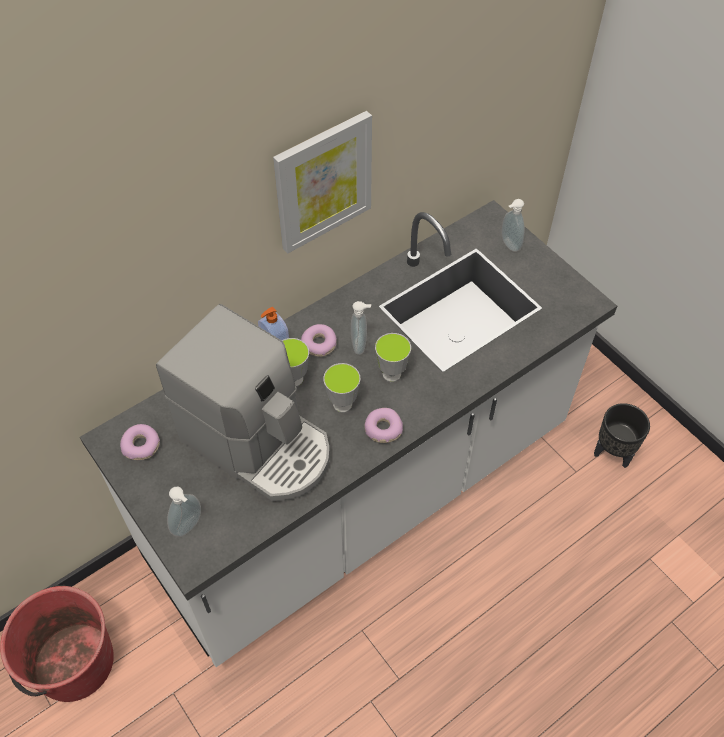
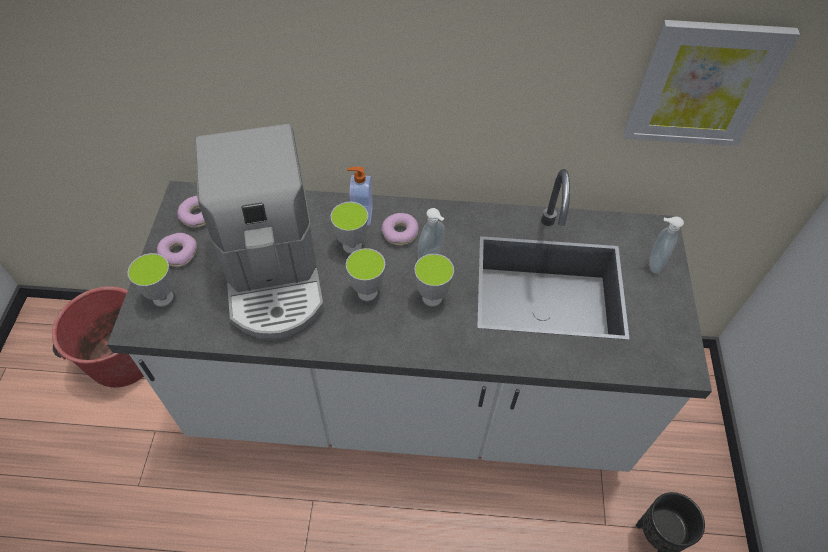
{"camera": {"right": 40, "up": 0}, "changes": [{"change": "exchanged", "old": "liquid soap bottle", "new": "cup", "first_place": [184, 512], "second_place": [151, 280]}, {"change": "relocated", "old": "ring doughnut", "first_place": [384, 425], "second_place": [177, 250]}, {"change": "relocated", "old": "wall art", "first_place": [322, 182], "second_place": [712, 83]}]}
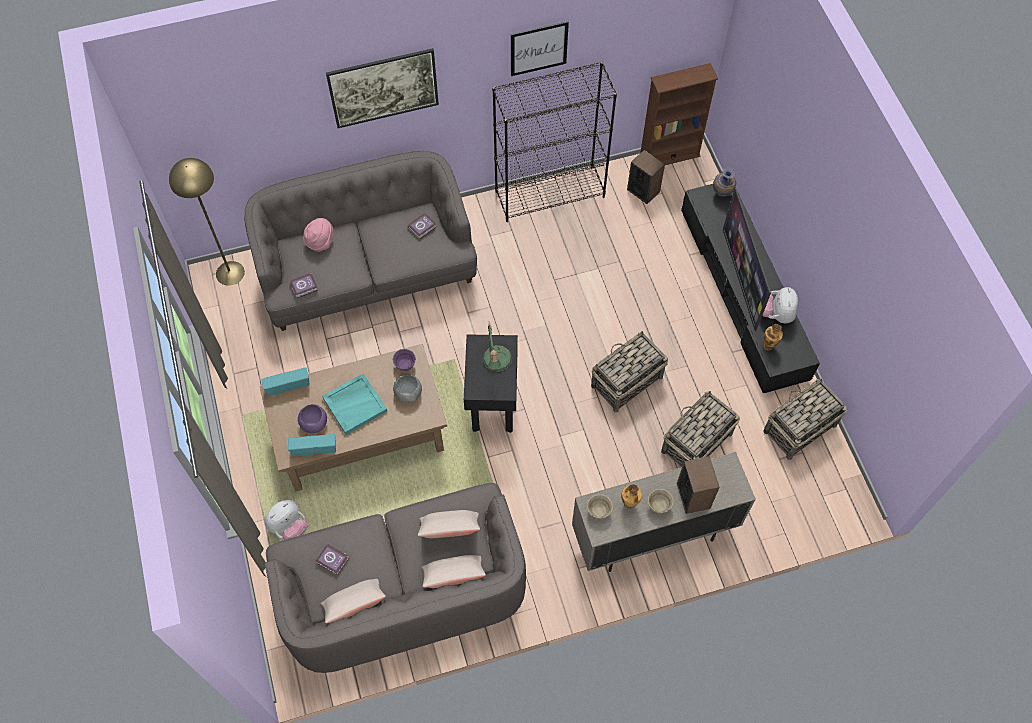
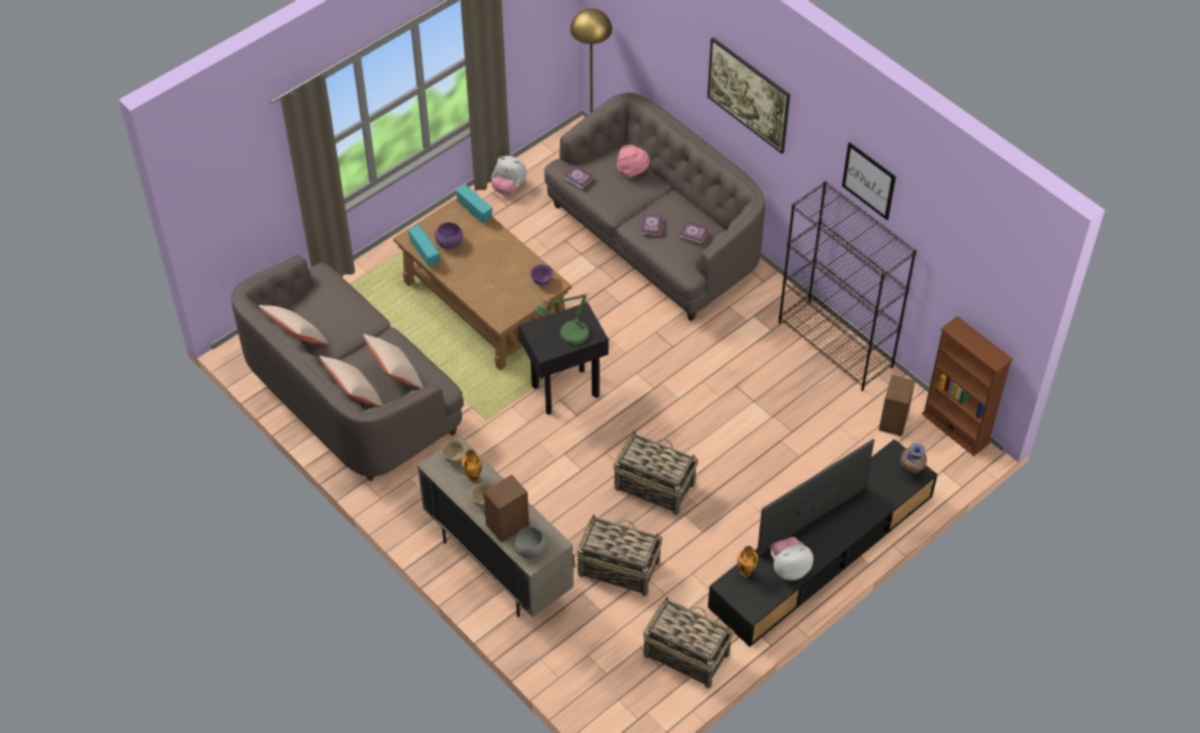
{"camera": {"right": 65, "up": -10}, "changes": [{"change": "relocated", "old": "plush toy", "first_place": [286, 520], "second_place": [509, 175]}, {"change": "relocated", "old": "grey deep dish", "first_place": [407, 389], "second_place": [529, 542]}, {"change": "relocated", "old": "volume", "first_place": [332, 559], "second_place": [652, 226]}, {"change": "missing", "old": "turquoise serving tray", "first_place": [354, 404]}]}
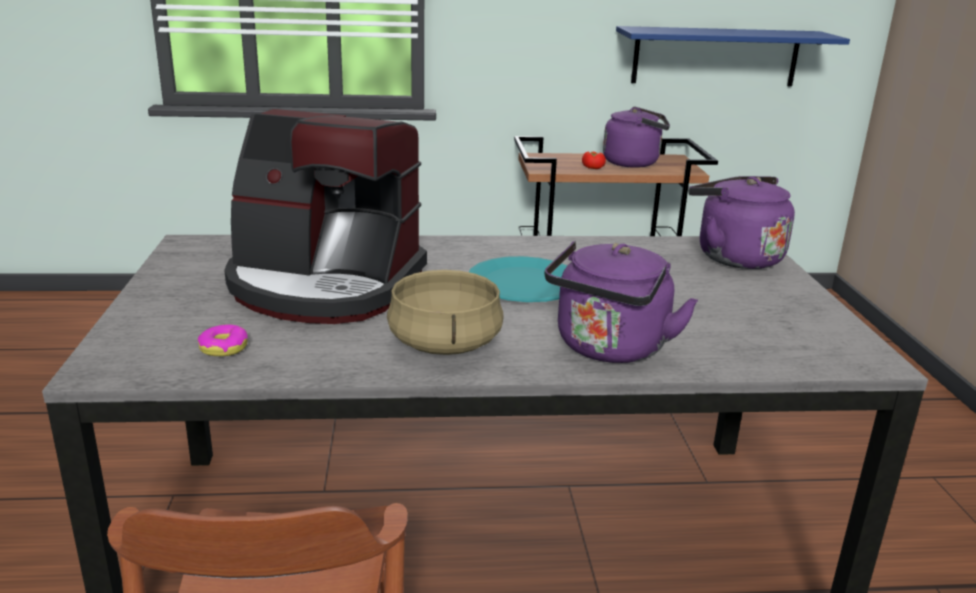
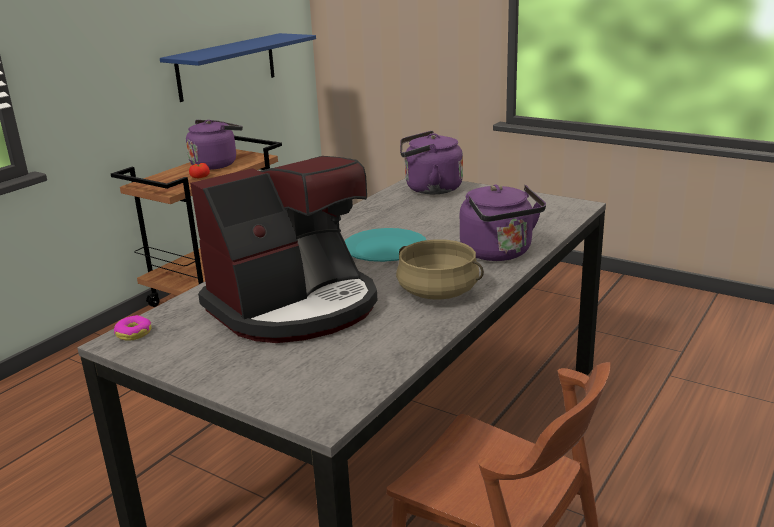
{"camera": {"right": -50, "up": 0}, "changes": [{"change": "relocated", "old": "ring doughnut", "first_place": [223, 340], "second_place": [132, 328]}]}
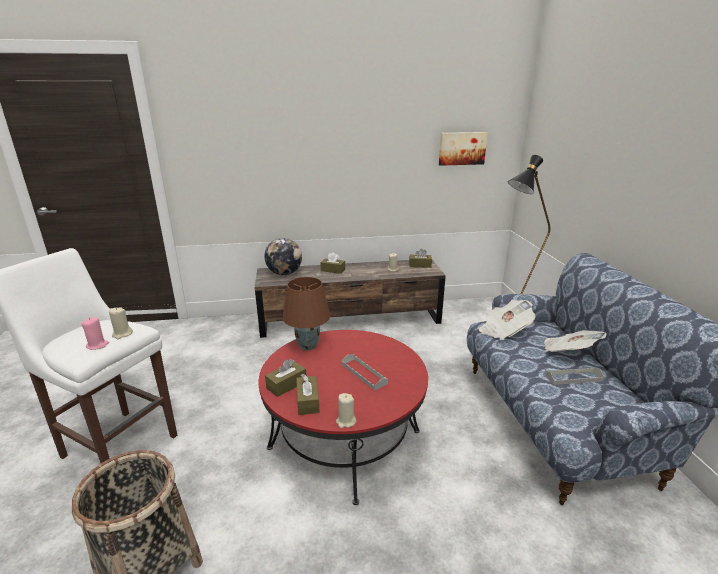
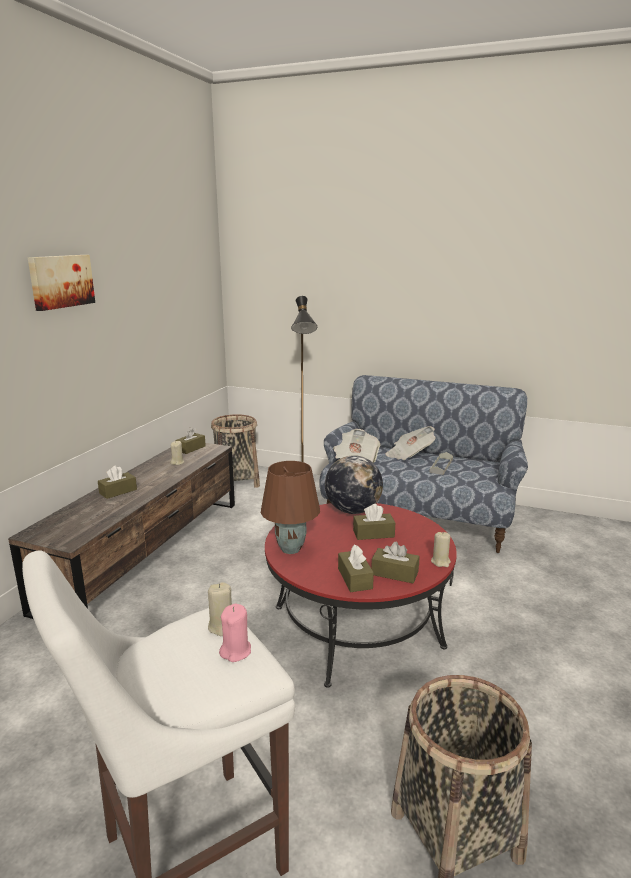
{"camera": {"right": -60, "up": -5}, "changes": [{"change": "relocated", "old": "wall art", "first_place": [463, 149], "second_place": [61, 283]}, {"change": "appeared", "new": "basket", "second_place": [235, 451]}, {"change": "relocated", "old": "world globe", "first_place": [283, 256], "second_place": [354, 484]}, {"change": "exchanged", "old": "grey serving tray", "new": "brown-coloured tissue holder", "first_place": [365, 372], "second_place": [374, 522]}]}
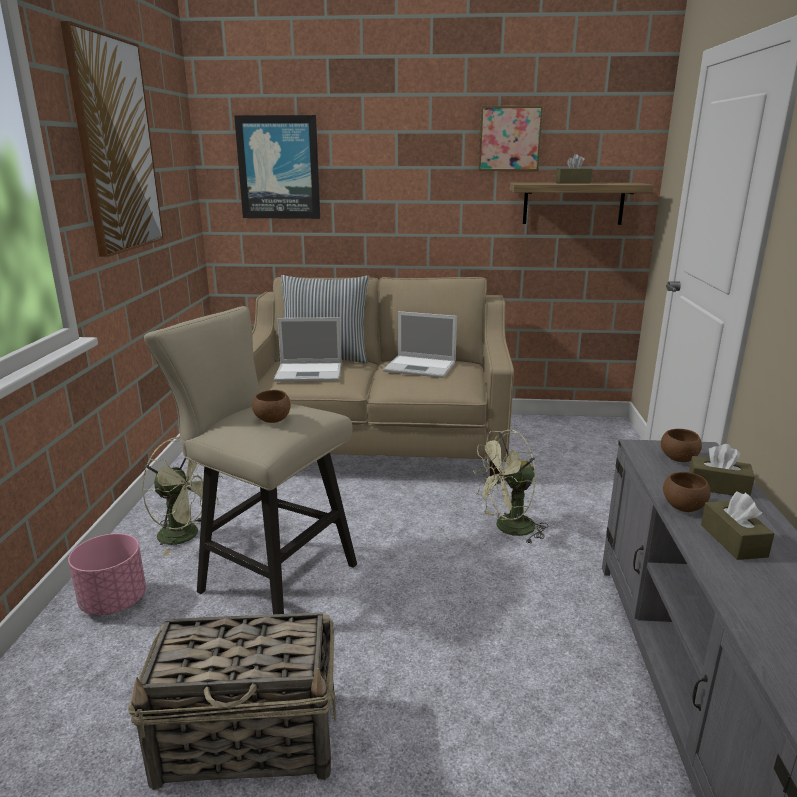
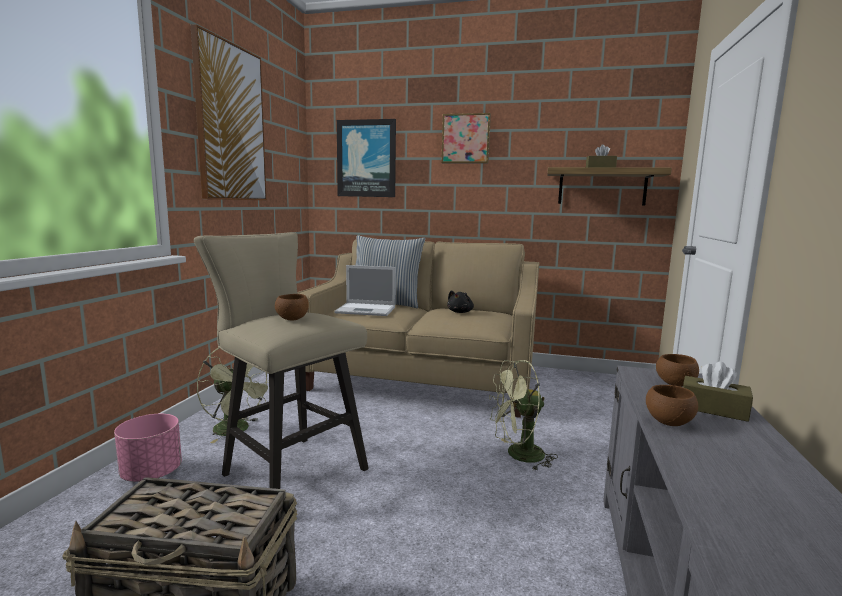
{"camera": {"right": 10, "up": -10}, "changes": [{"change": "relocated", "old": "wall art", "first_place": [510, 138], "second_place": [466, 138]}, {"change": "exchanged", "old": "portable computer", "new": "black plush toy", "first_place": [420, 344], "second_place": [460, 301]}, {"change": "missing", "old": "brown-coloured tissue holder", "first_place": [738, 525]}]}
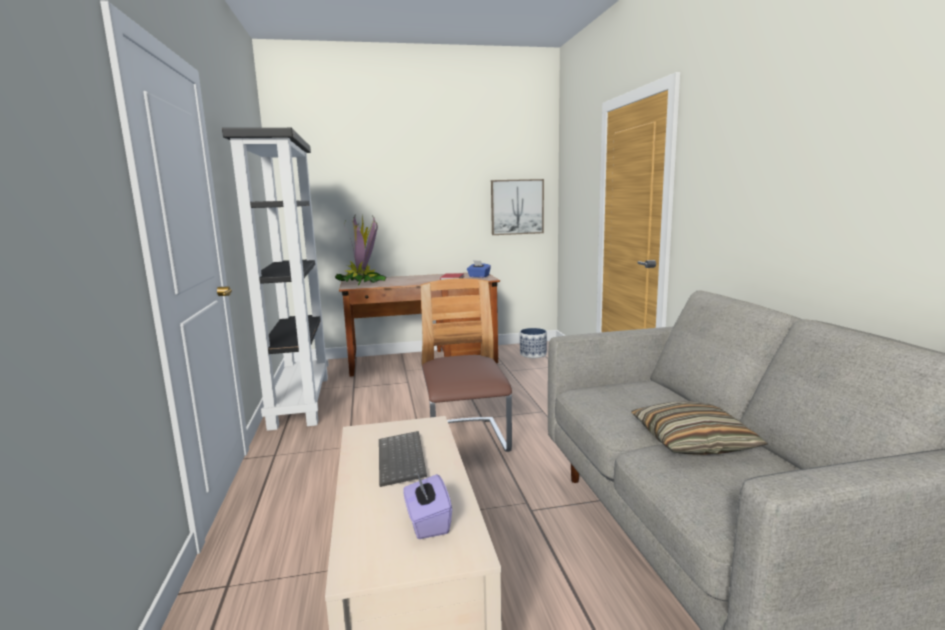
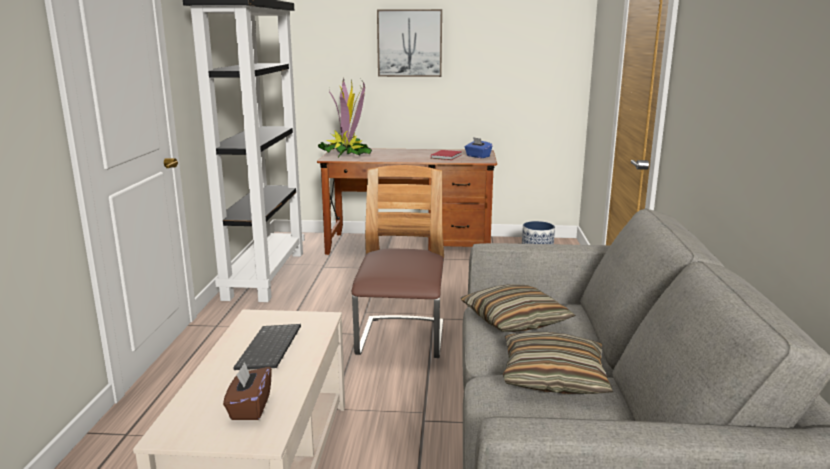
{"camera": {"right": 15, "up": 5}, "changes": [{"change": "colour", "old": "purple-coloured tissue holder", "new": "brown-coloured tissue holder", "first_place": [427, 506], "second_place": [247, 391]}, {"change": "relocated", "old": "wall art", "first_place": [517, 207], "second_place": [409, 43]}, {"change": "appeared", "new": "throw pillow", "second_place": [518, 308]}]}
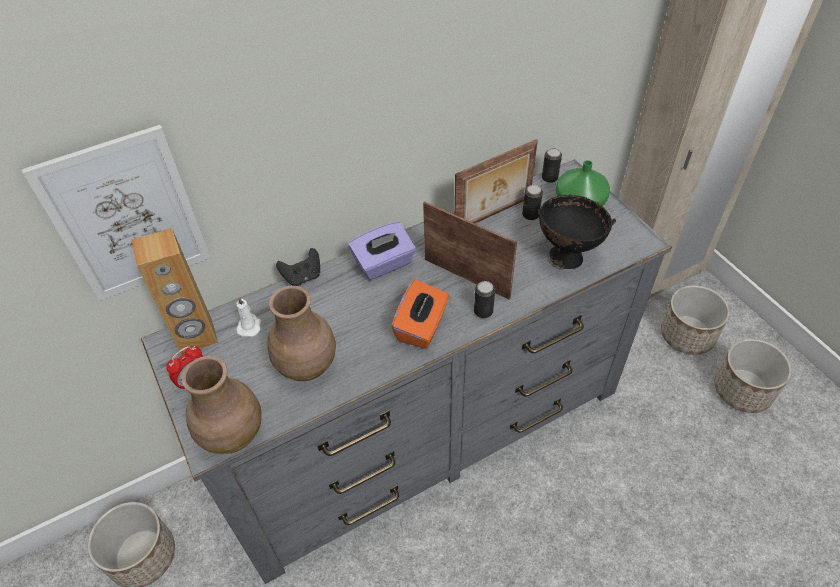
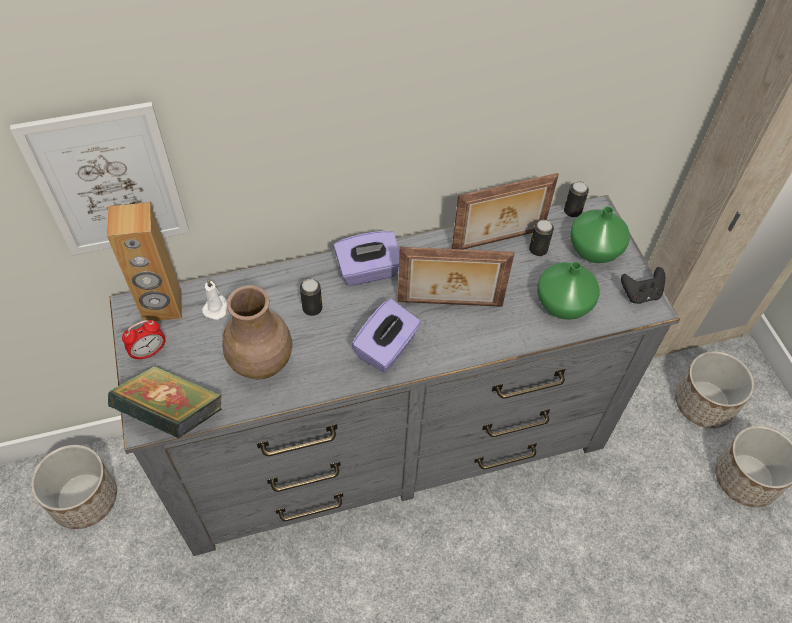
{"camera": {"right": 10, "up": 5}, "changes": [{"change": "exchanged", "old": "brown-coloured flower vase", "new": "volume", "first_place": [222, 405], "second_place": [165, 402]}, {"change": "relocated", "old": "metal can", "first_place": [484, 299], "second_place": [311, 297]}, {"change": "colour", "old": "orange-coloured tissue holder", "new": "purple-coloured tissue holder", "first_place": [420, 314], "second_place": [386, 336]}, {"change": "spun", "old": "photo frame", "first_place": [470, 250], "second_place": [456, 277], "degrees": 135}, {"change": "exchanged", "old": "black deep dish", "new": "green-coloured flower vase", "first_place": [577, 232], "second_place": [568, 291]}, {"change": "relocated", "old": "black game controller", "first_place": [298, 267], "second_place": [643, 285]}]}
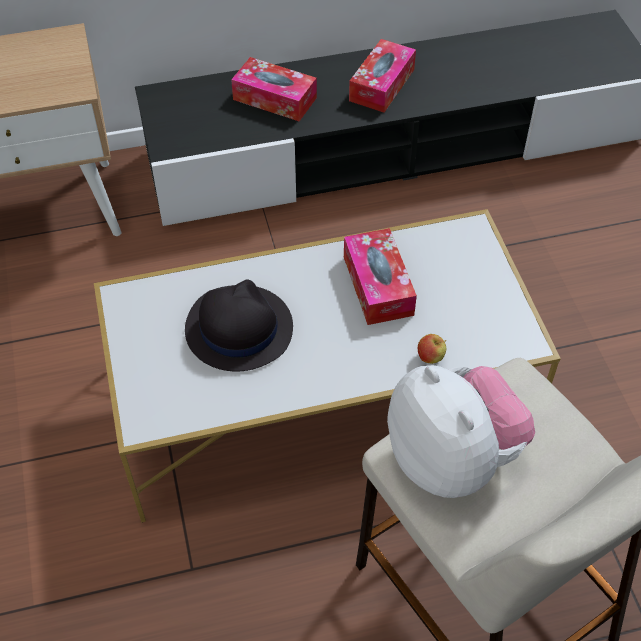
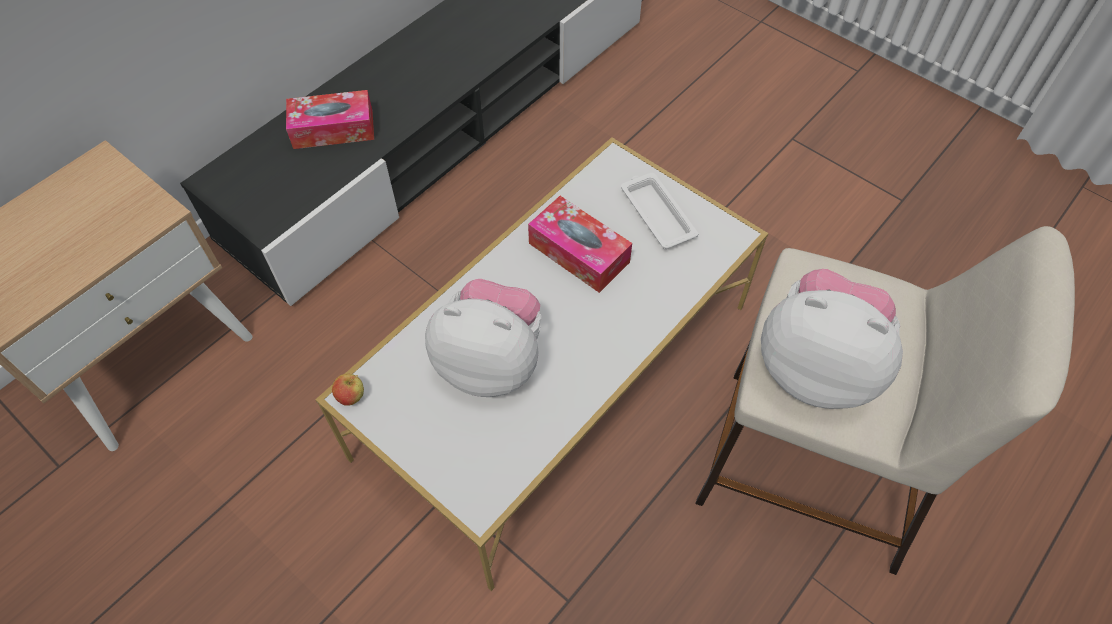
{"camera": {"right": -35, "up": 5}, "changes": [{"change": "relocated", "old": "apple", "first_place": [432, 349], "second_place": [348, 390]}, {"change": "exchanged", "old": "black clothing hat", "new": "plush toy", "first_place": [239, 325], "second_place": [483, 338]}, {"change": "appeared", "new": "white-coloured serving tray", "second_place": [659, 211]}, {"change": "missing", "old": "tissue holder", "first_place": [382, 76]}]}
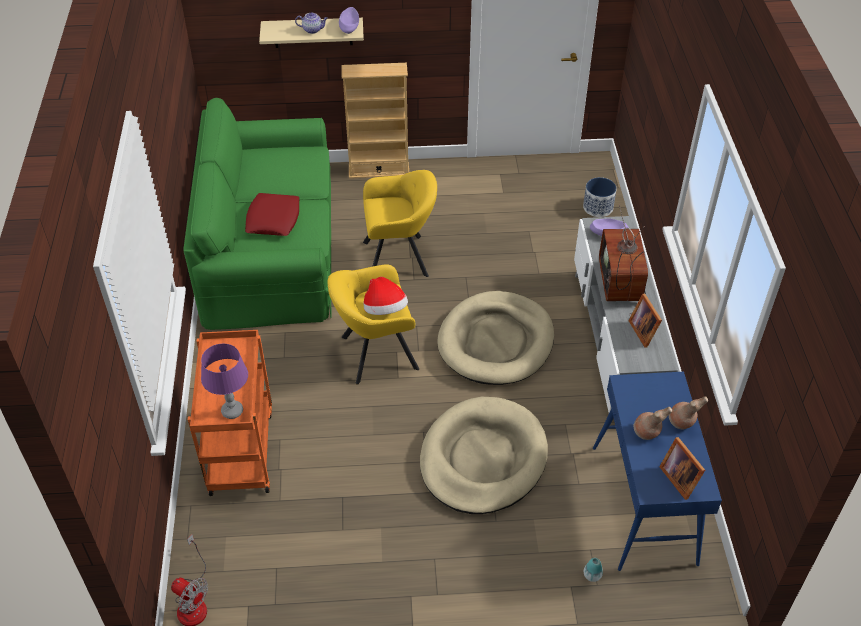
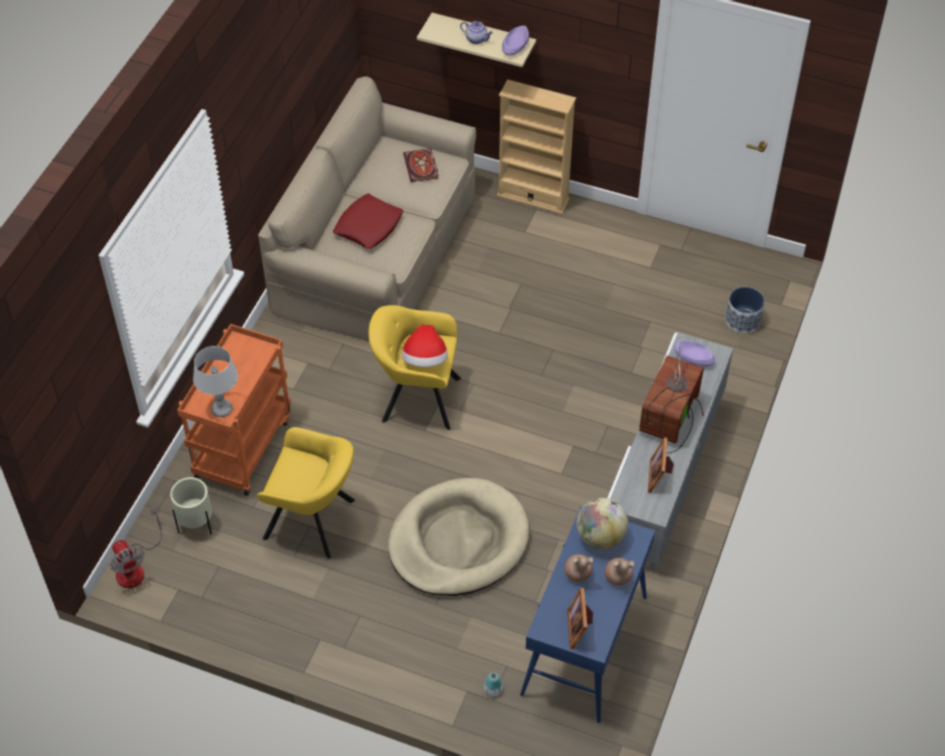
{"camera": {"right": 25, "up": 5}, "changes": [{"change": "appeared", "new": "beige plant pot", "second_place": [191, 506]}, {"change": "colour", "old": "purple-coloured tabletop lamp", "new": "grey tabletop lamp", "first_place": [224, 381], "second_place": [215, 381]}, {"change": "relocated", "old": "yellow easy chair", "first_place": [400, 223], "second_place": [306, 493]}, {"change": "colour", "old": "green-coloured settee", "new": "beige settee", "first_place": [257, 214], "second_place": [367, 208]}, {"change": "appeared", "new": "volume", "second_place": [420, 165]}, {"change": "appeared", "new": "world globe", "second_place": [602, 523]}, {"change": "missing", "old": "beige dog bed", "first_place": [495, 338]}]}
